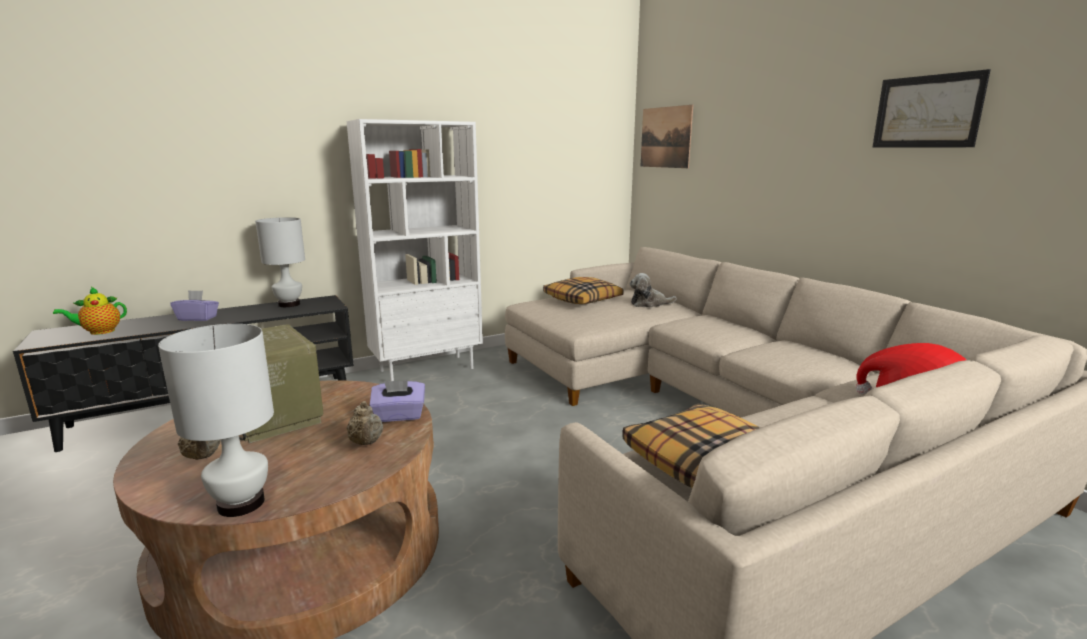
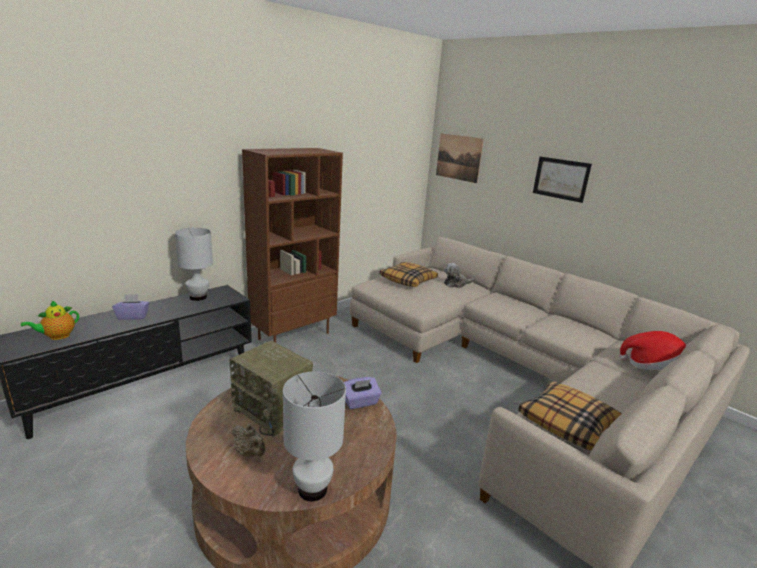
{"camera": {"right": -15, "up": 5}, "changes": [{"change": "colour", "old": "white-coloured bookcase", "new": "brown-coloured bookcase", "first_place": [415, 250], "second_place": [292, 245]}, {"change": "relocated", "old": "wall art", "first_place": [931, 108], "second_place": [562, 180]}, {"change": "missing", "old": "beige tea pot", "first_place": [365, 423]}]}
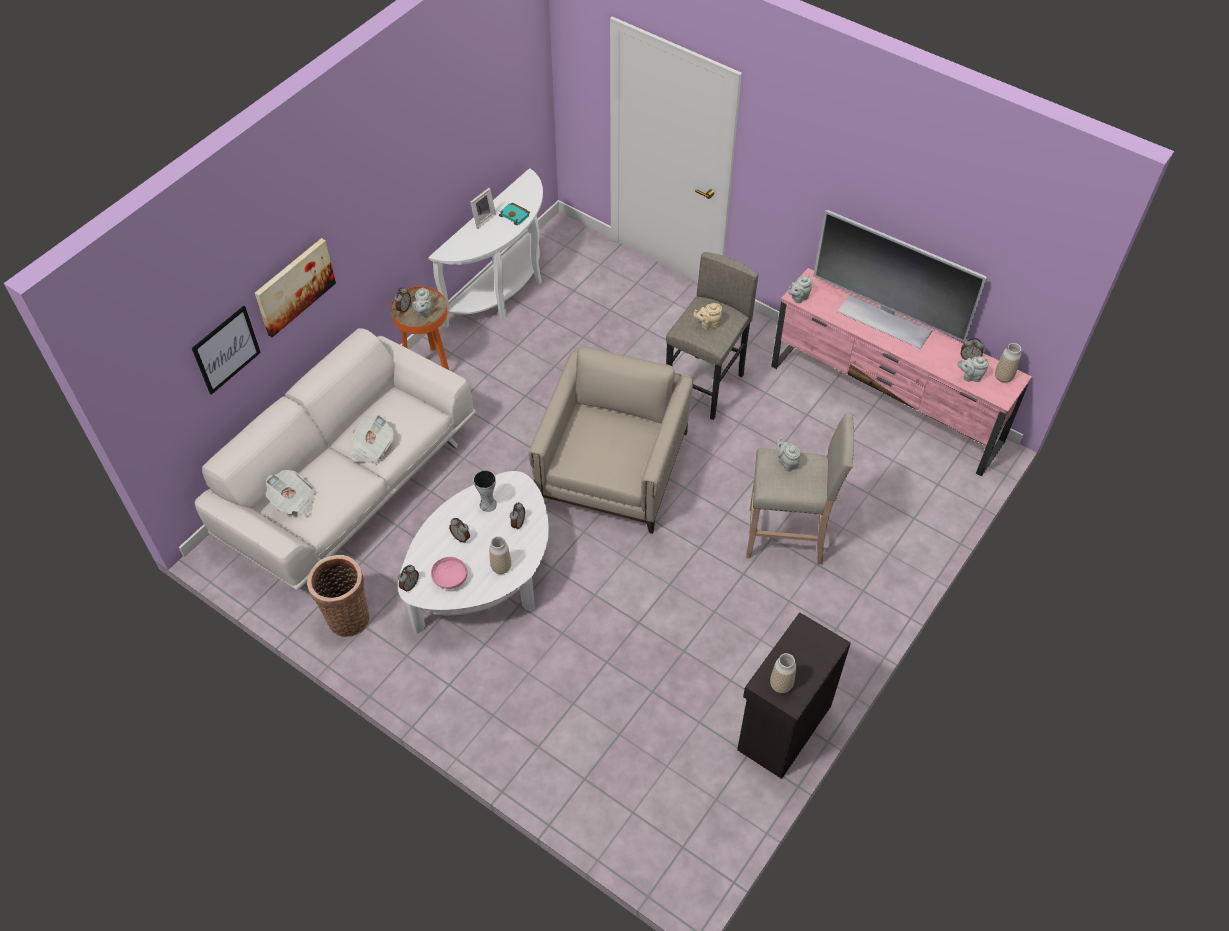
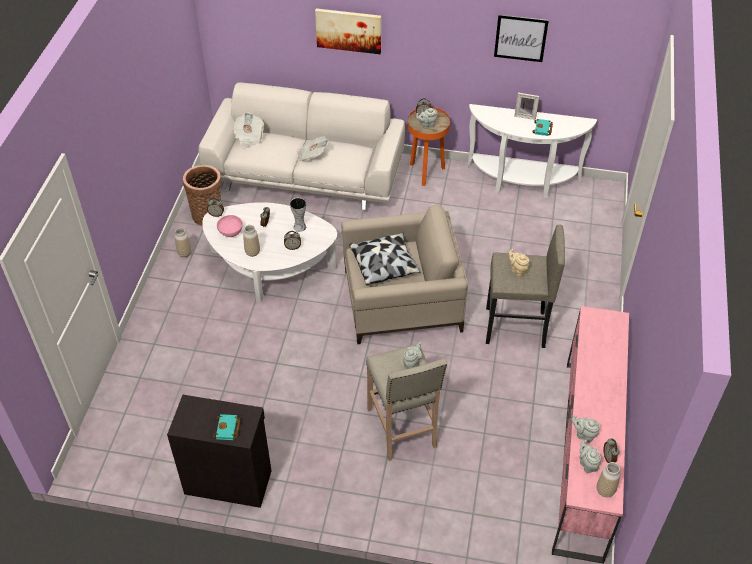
{"camera": {"right": 65, "up": -5}, "changes": [{"change": "relocated", "old": "flower vase", "first_place": [783, 673], "second_place": [183, 242]}, {"change": "appeared", "new": "turquoise volume", "second_place": [227, 427]}, {"change": "appeared", "new": "throw pillow", "second_place": [384, 259]}, {"change": "relocated", "old": "wall art", "first_place": [226, 350], "second_place": [521, 38]}, {"change": "relocated", "old": "grey tea pot", "first_place": [800, 289], "second_place": [585, 429]}, {"change": "missing", "old": "TV", "first_place": [900, 279]}]}
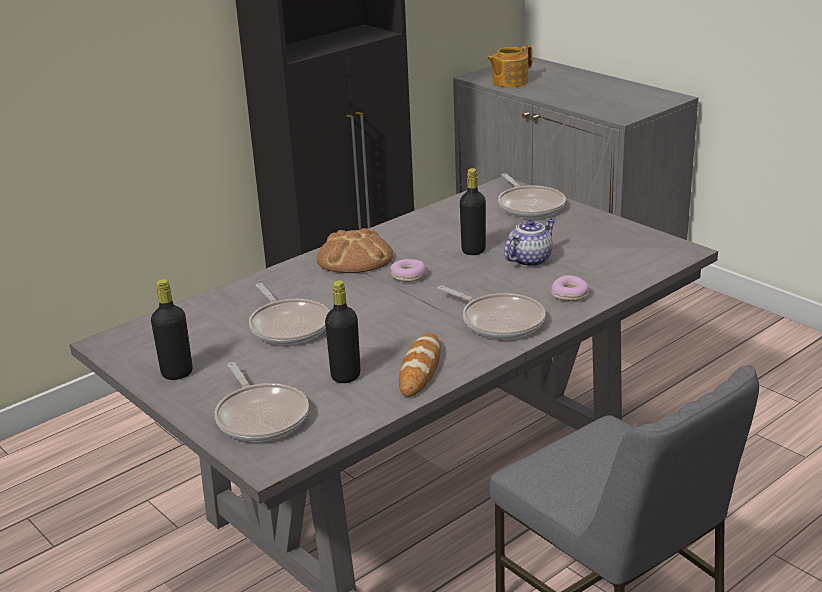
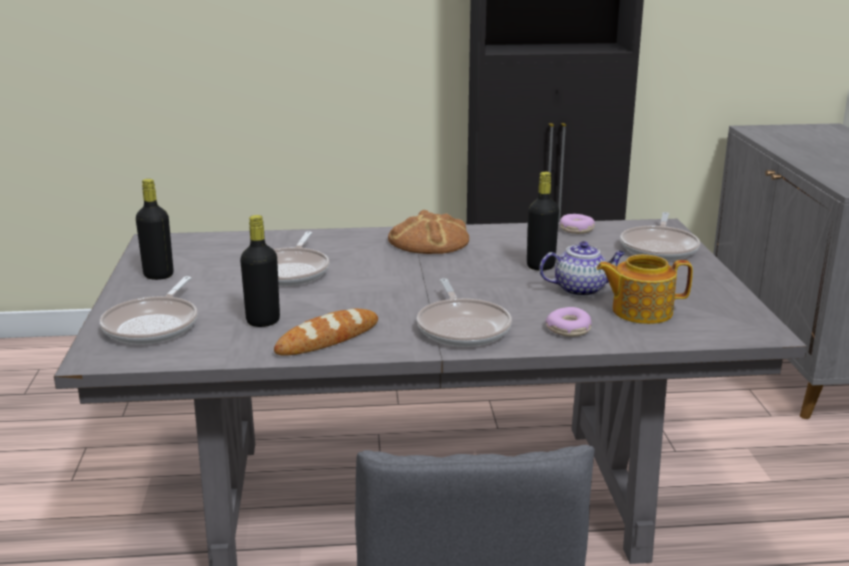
{"camera": {"right": 35, "up": -5}, "changes": [{"change": "relocated", "old": "ring doughnut", "first_place": [408, 270], "second_place": [577, 224]}, {"change": "relocated", "old": "tea pot", "first_place": [510, 66], "second_place": [644, 289]}]}
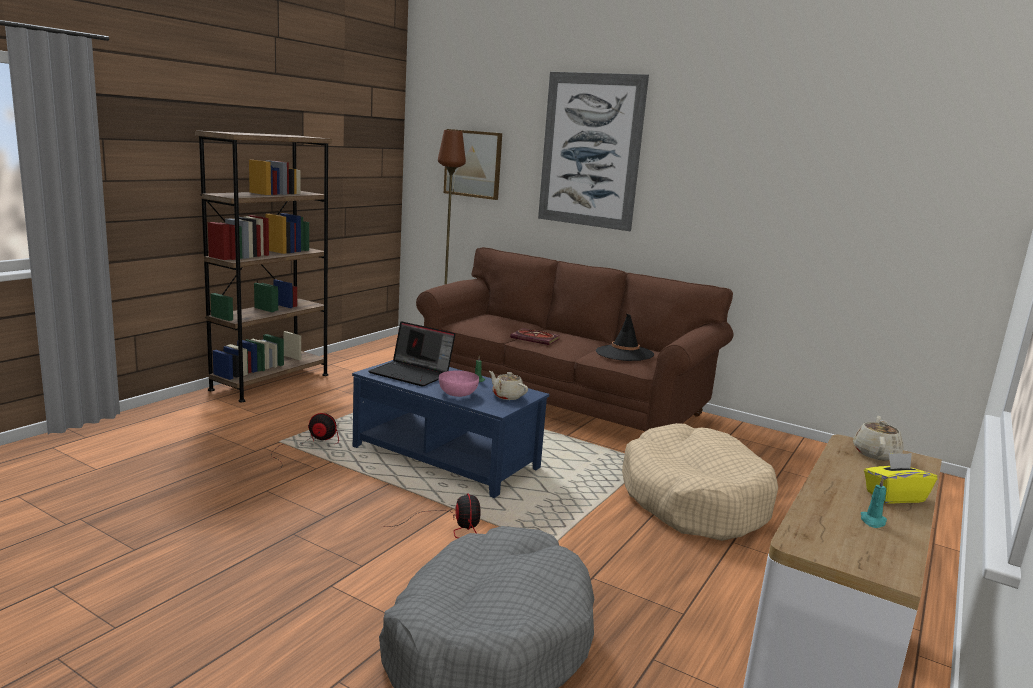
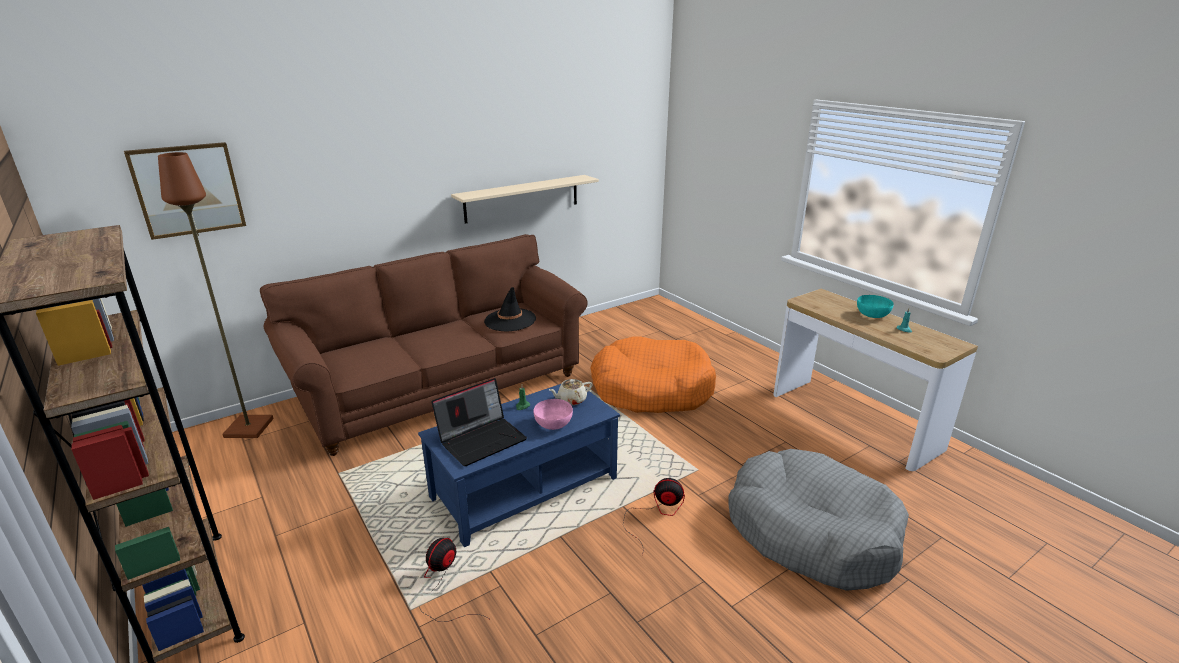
{"camera": {"right": -65, "up": 10}, "changes": [{"change": "appeared", "new": "beige shelf", "second_place": [525, 199]}, {"change": "colour", "old": "beige dog bed", "new": "orange-coloured dog bed", "first_place": [700, 482], "second_place": [653, 375]}, {"change": "exchanged", "old": "yellow tissue holder", "new": "turquoise deep dish", "first_place": [900, 478], "second_place": [875, 306]}, {"change": "missing", "old": "volume", "first_place": [535, 336]}, {"change": "missing", "old": "wall art", "first_place": [593, 151]}, {"change": "missing", "old": "beige tea pot", "first_place": [878, 438]}]}
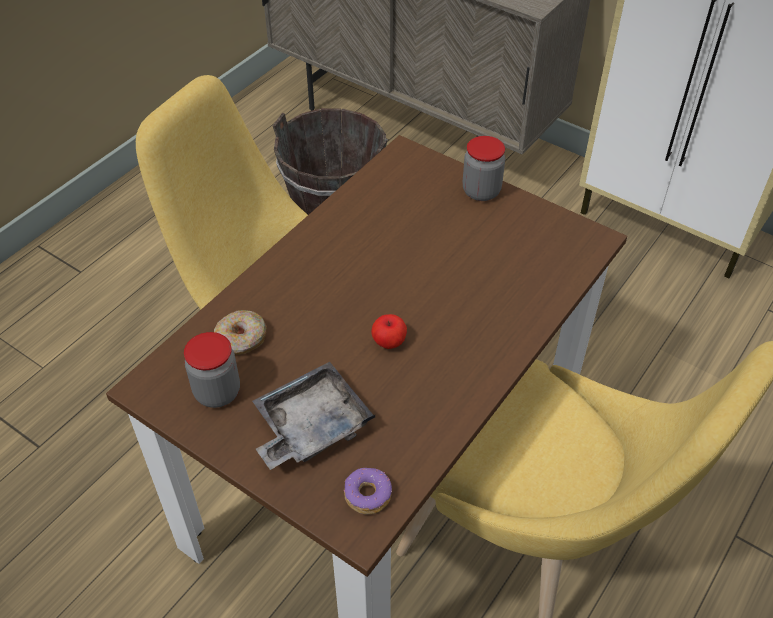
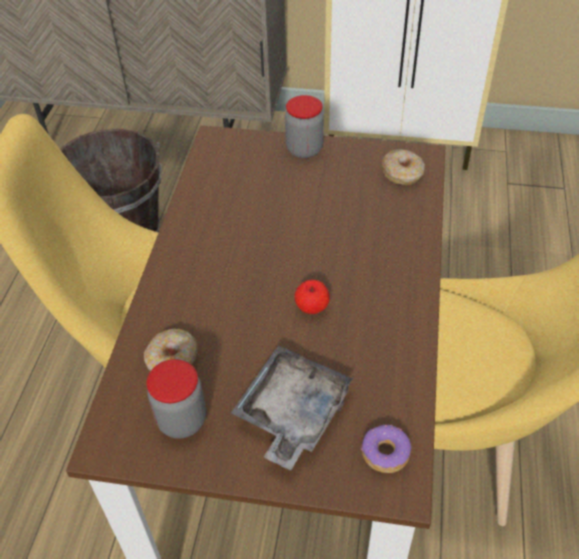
{"camera": {"right": -25, "up": 0}, "changes": [{"change": "appeared", "new": "ring doughnut", "second_place": [403, 167]}]}
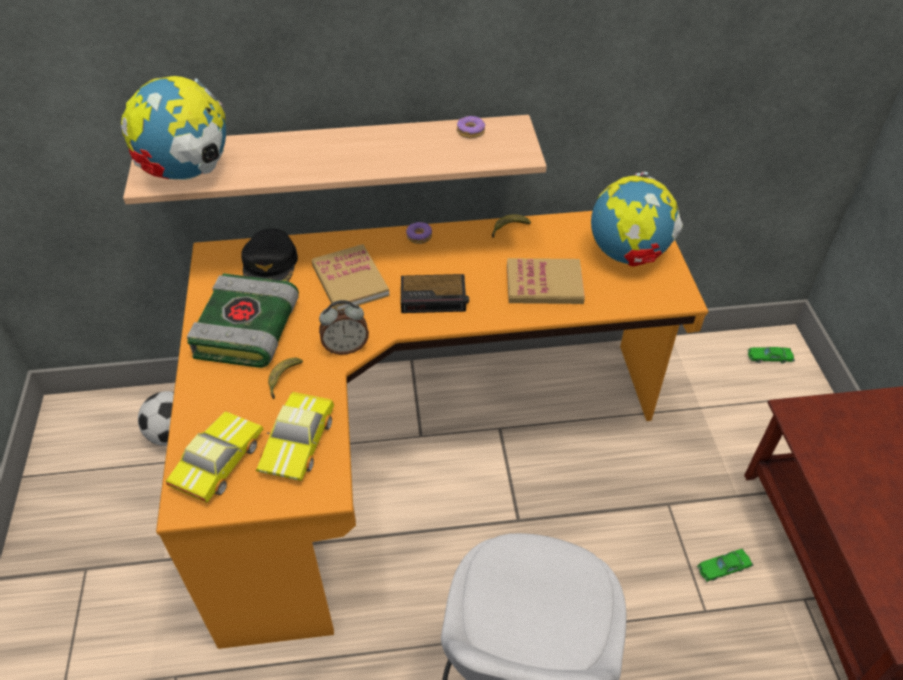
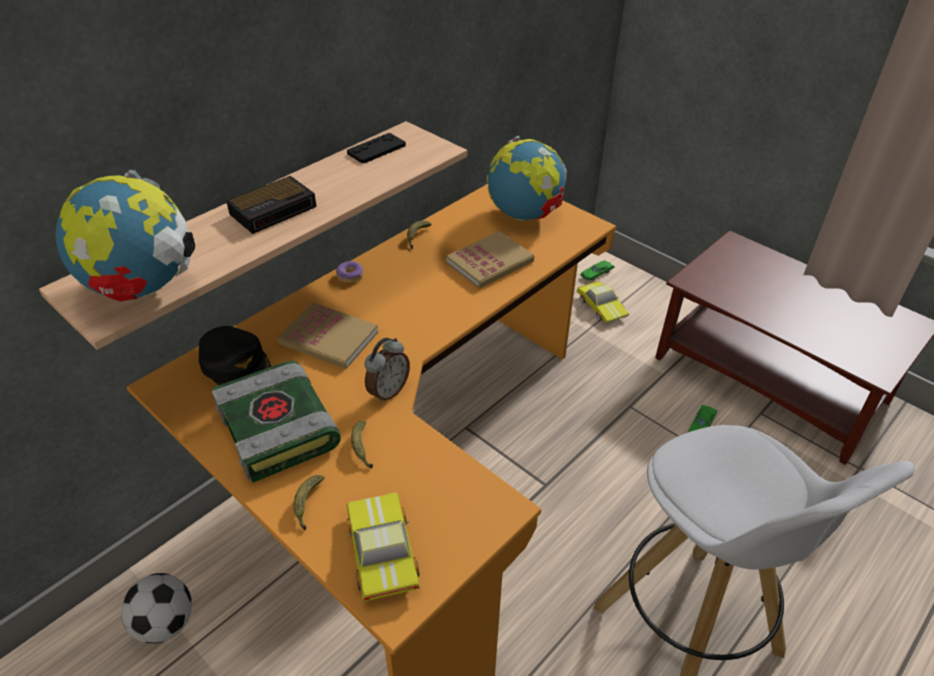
{"camera": {"right": -40, "up": -5}, "changes": [{"change": "relocated", "old": "bedside clock", "first_place": [435, 293], "second_place": [271, 205]}, {"change": "appeared", "new": "whole banana", "second_place": [309, 503]}, {"change": "exchanged", "old": "ring doughnut", "new": "black game controller", "first_place": [471, 127], "second_place": [376, 148]}, {"change": "relocated", "old": "toy car", "first_place": [295, 436], "second_place": [603, 302]}]}
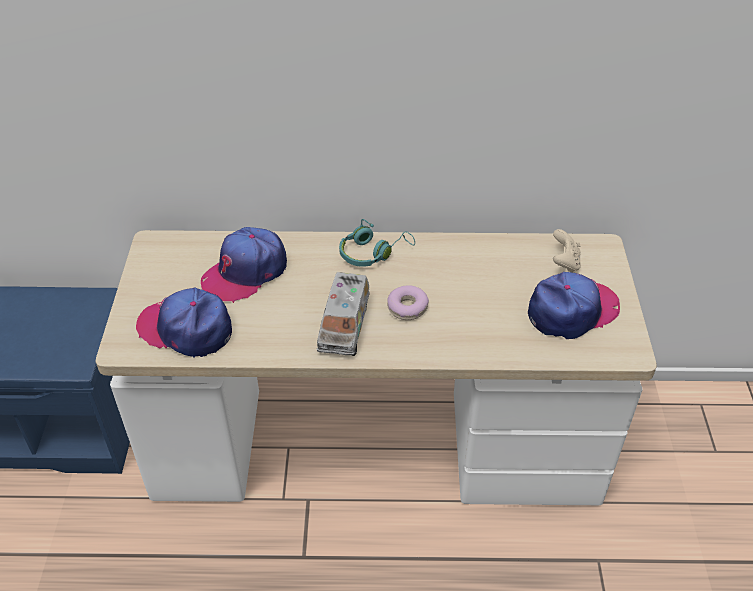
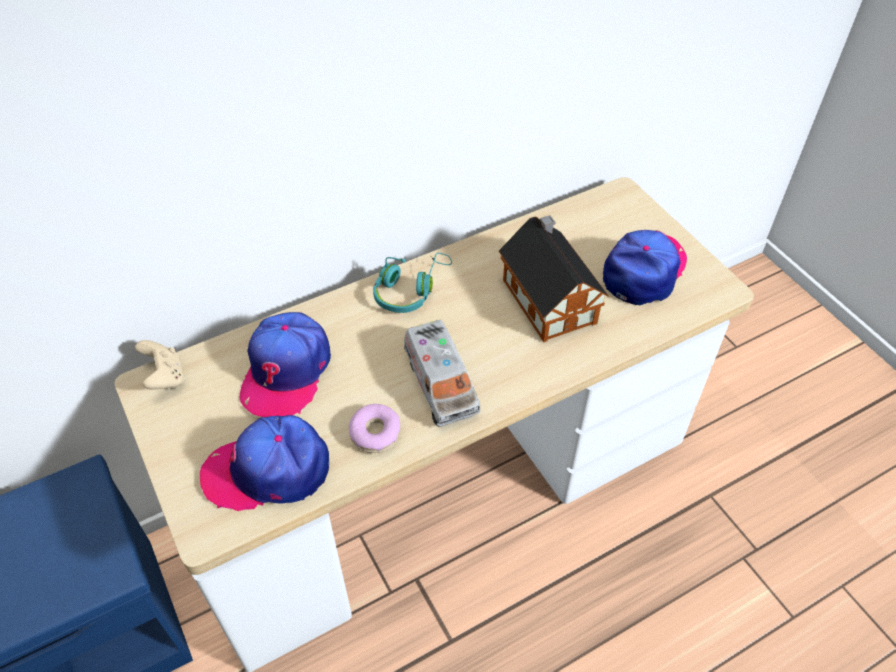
{"camera": {"right": -30, "up": 5}, "changes": [{"change": "relocated", "old": "beige game controller", "first_place": [567, 250], "second_place": [159, 365]}, {"change": "relocated", "old": "ring doughnut", "first_place": [408, 302], "second_place": [374, 428]}, {"change": "appeared", "new": "model house", "second_place": [554, 278]}]}
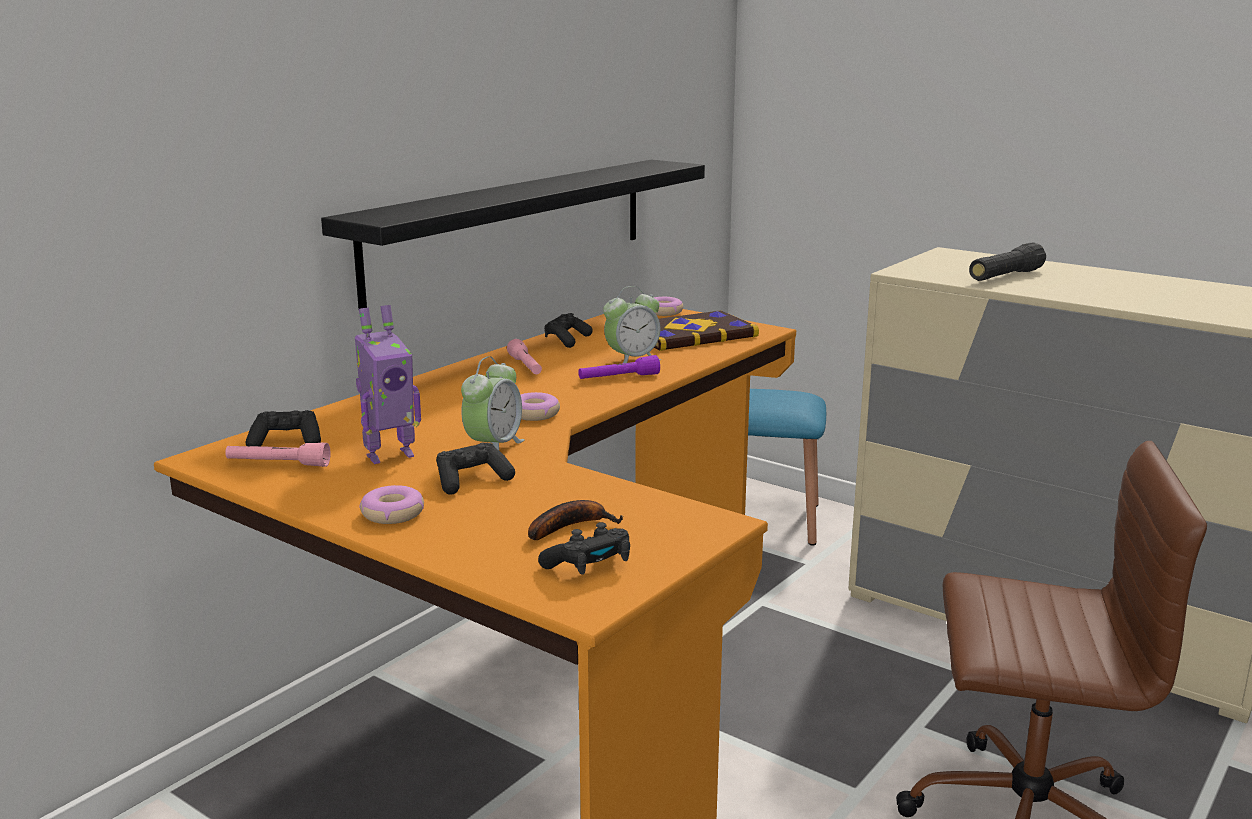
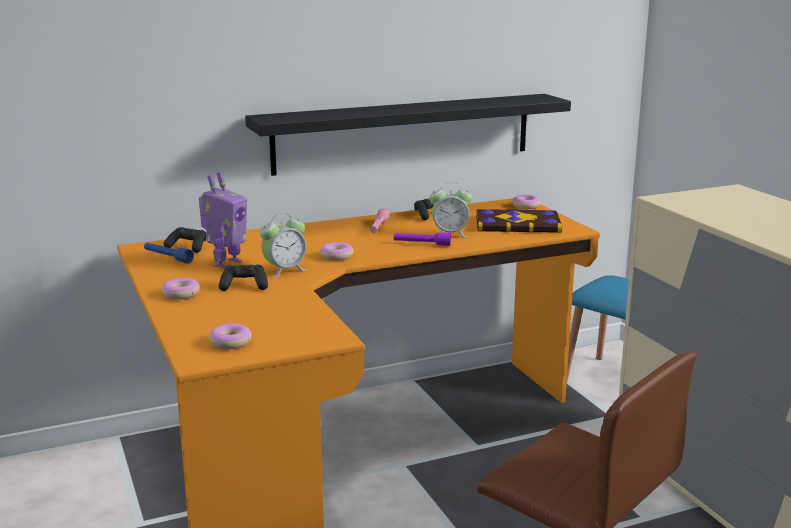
{"camera": {"right": 30, "up": 0}, "changes": [{"change": "colour", "old": "pink hand torch", "new": "blue hand torch", "first_place": [278, 455], "second_place": [169, 253]}, {"change": "spun", "old": "model robot", "first_place": [388, 384], "second_place": [223, 220], "degrees": -60}, {"change": "exchanged", "old": "black game controller", "new": "ring doughnut", "first_place": [584, 548], "second_place": [230, 336]}, {"change": "missing", "old": "whole banana", "first_place": [575, 520]}, {"change": "missing", "old": "black hand torch", "first_place": [1007, 262]}]}
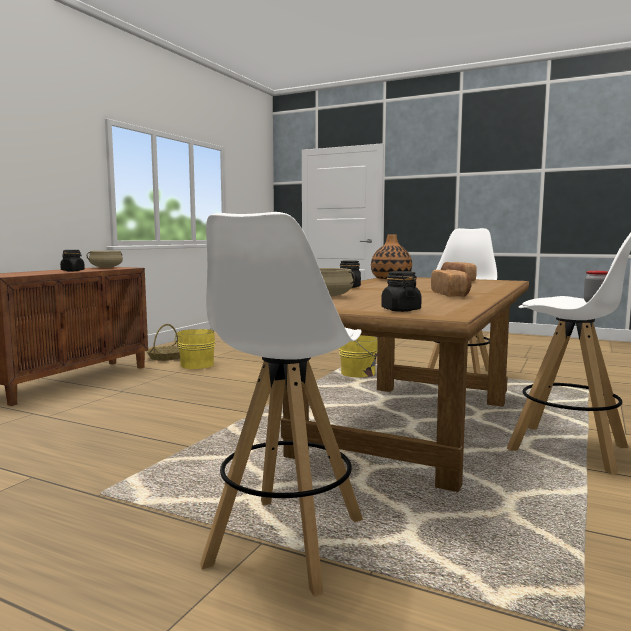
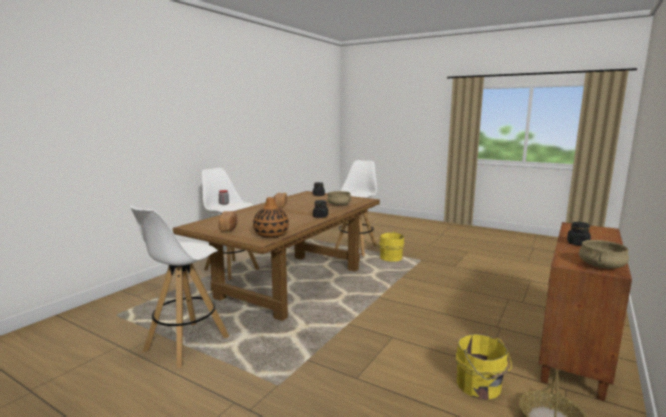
{"camera": {"right": -175, "up": 5}, "changes": [{"change": "relocated", "old": "yellow water bucket", "first_place": [358, 356], "second_place": [391, 246]}]}
